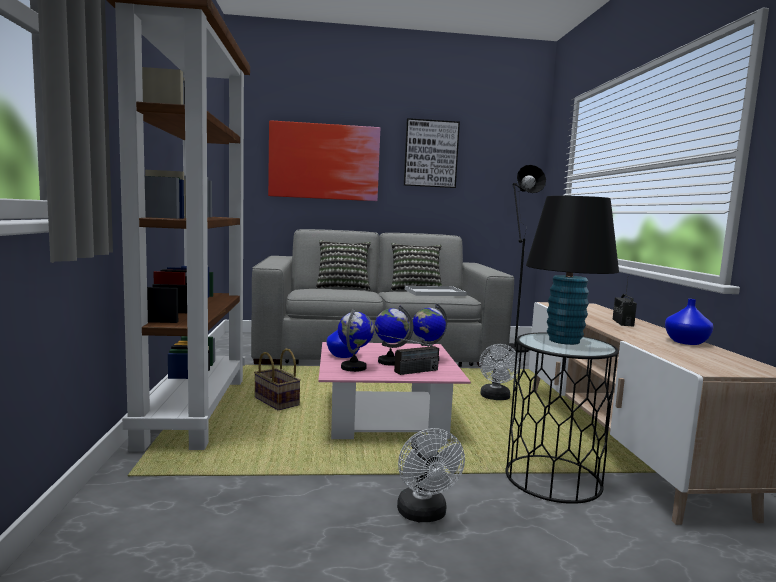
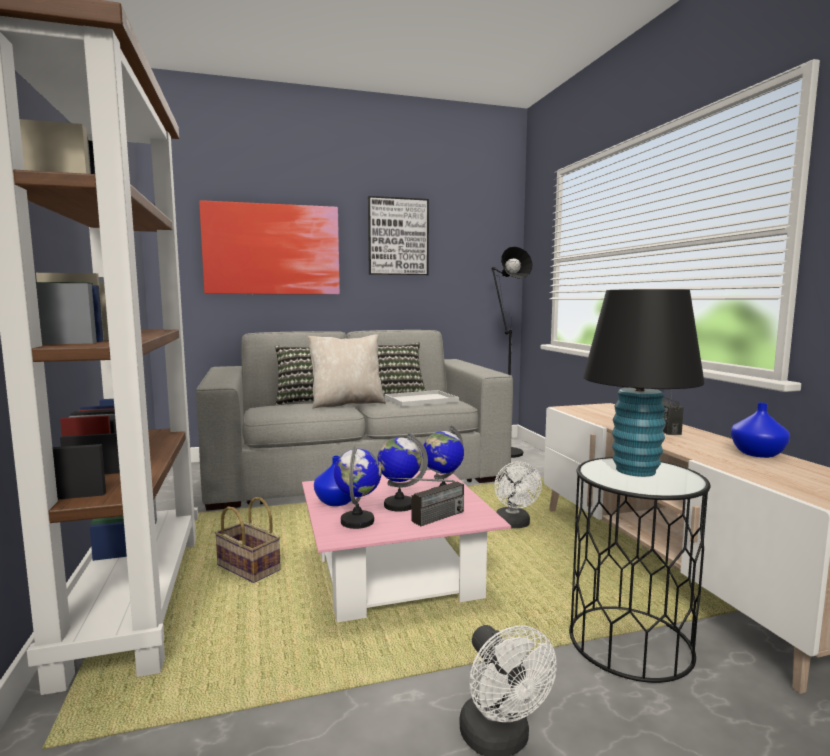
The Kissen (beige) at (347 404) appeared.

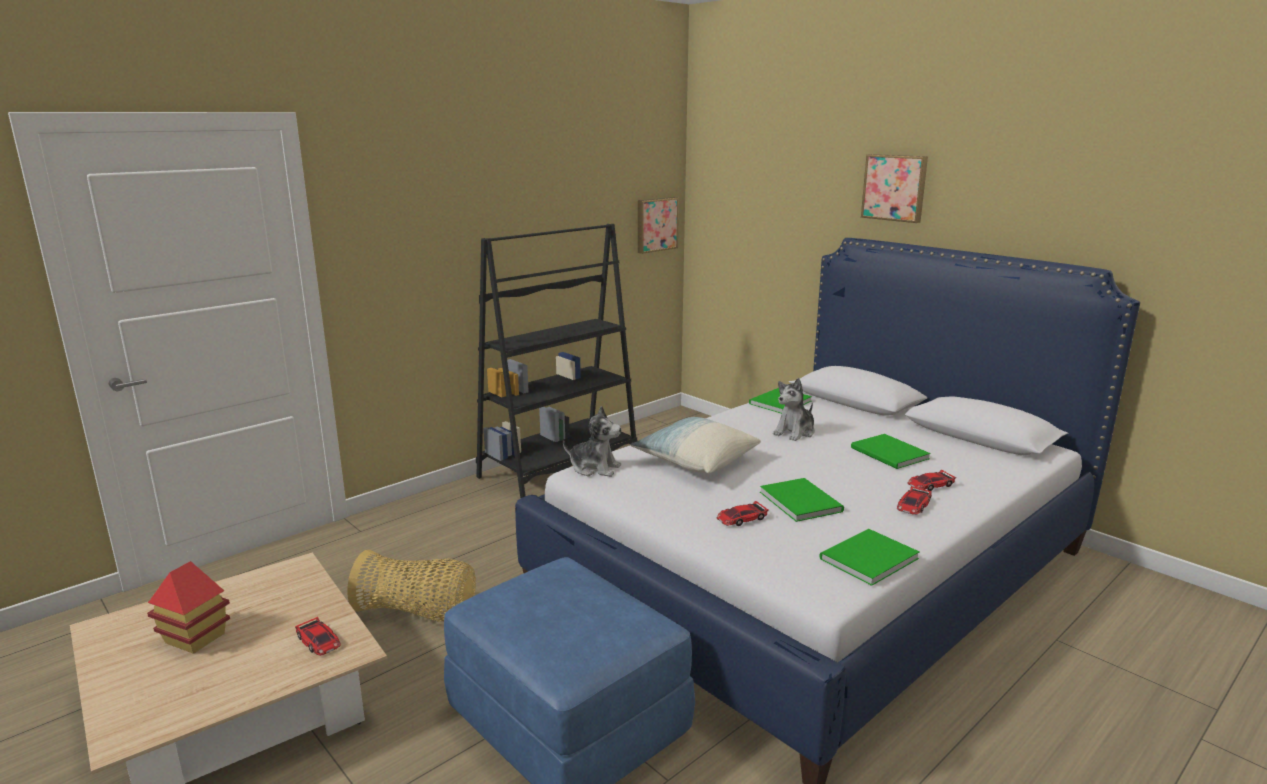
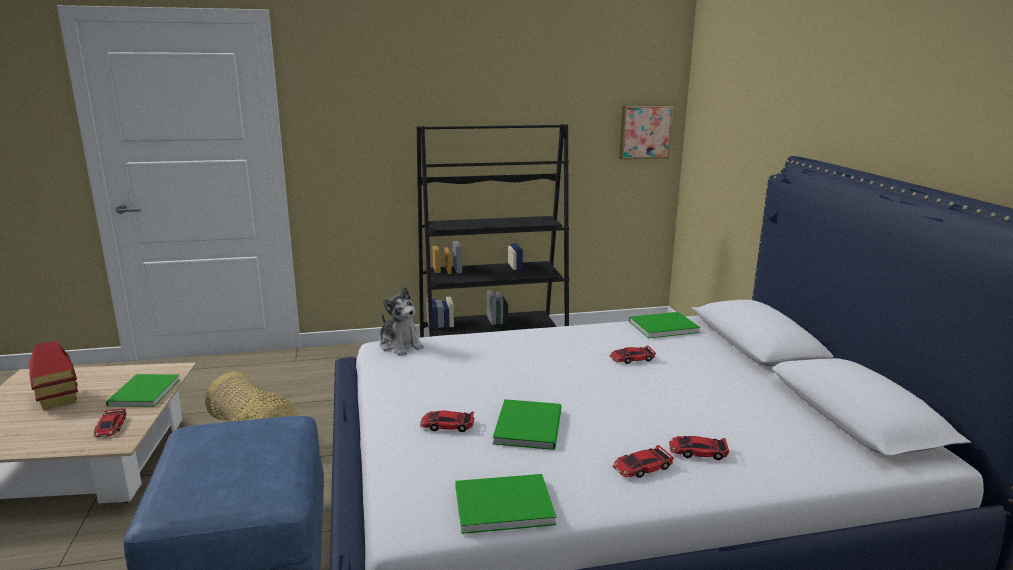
The Kissen at (695 461) disappeared. The Bild at (895 187) disappeared. The Buch (grün) moved from (890 454) to (142 393). The Plüschtier at (795 432) was replaced by the Spielzeugauto at (632 358).

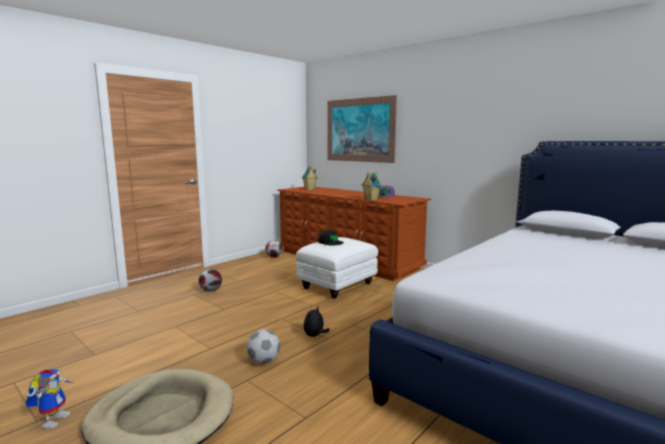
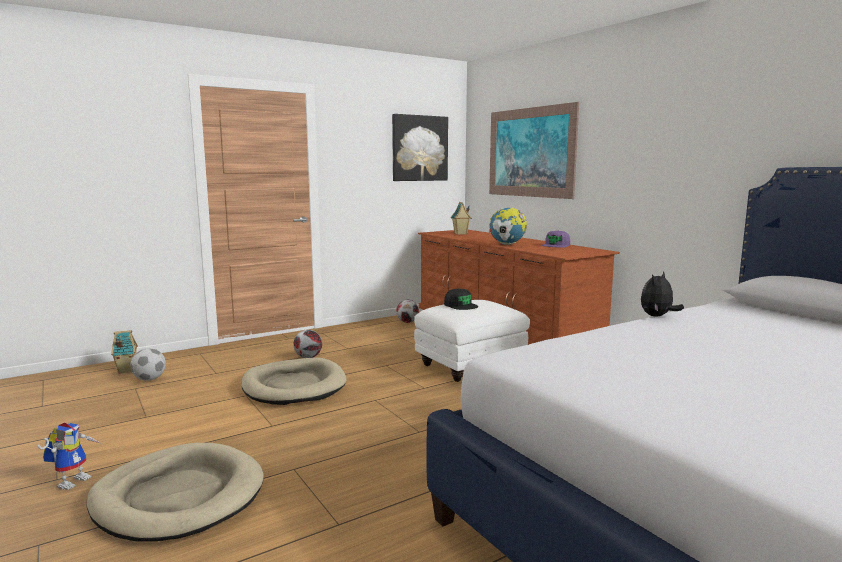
The Hundebett (beige) at (294 386) appeared. The Bild at (419 148) appeared. The Globus at (507 244) appeared. The Fußball moved from (263 361) to (149 379). The Plüschtier moved from (315 336) to (657 316). The Spielzeughaus moved from (371 199) to (126 370).

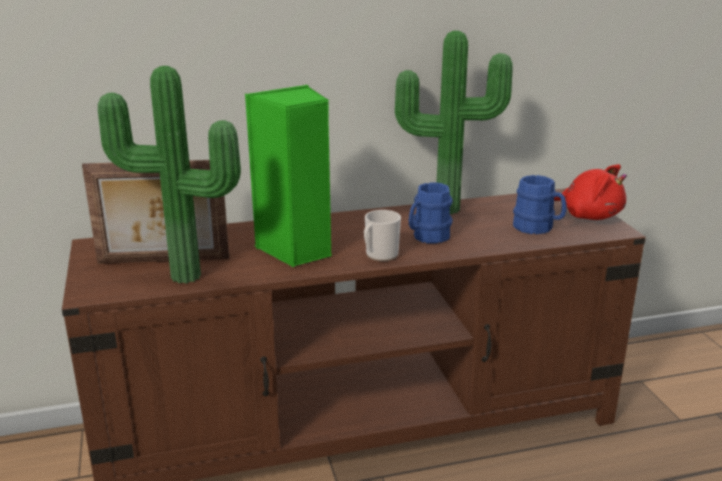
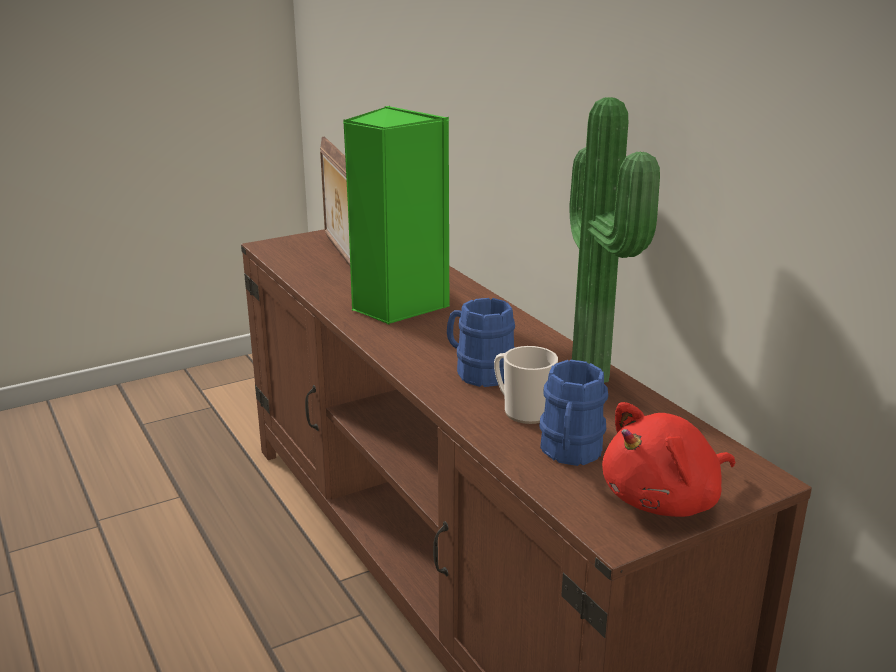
The Topfpflanze at (184 279) disappeared. The Henkelbecher moved from (379 255) to (522 410). The Plüschtier (rot) at (587 215) turned 45 degrees clockwise.

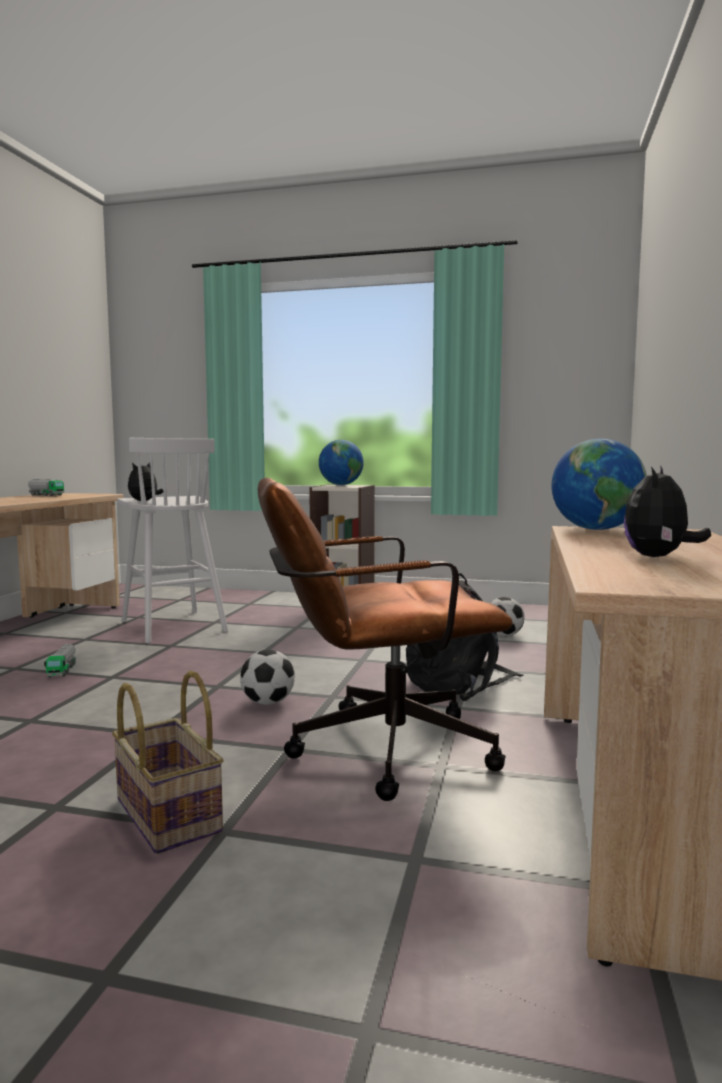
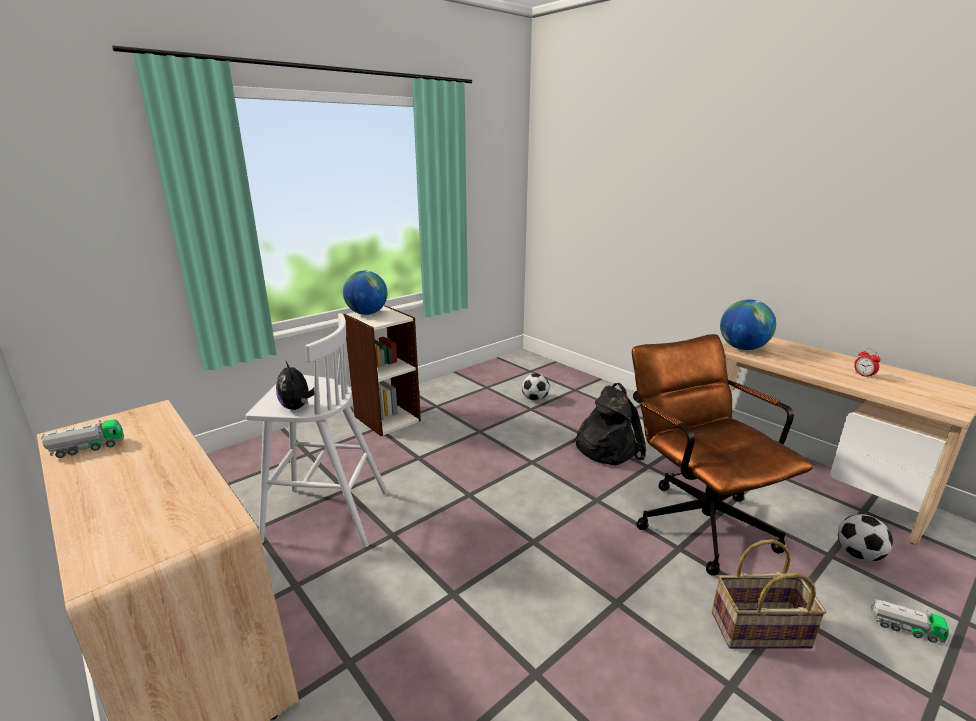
The Spielzeuglaster moved from (62 670) to (905 628). The Fußball moved from (268 703) to (858 555). The Plüschtier at (658 557) was replaced by the Wecker at (863 375). The Bürostuhl (braun) at (374 750) turned 135 degrees clockwise.

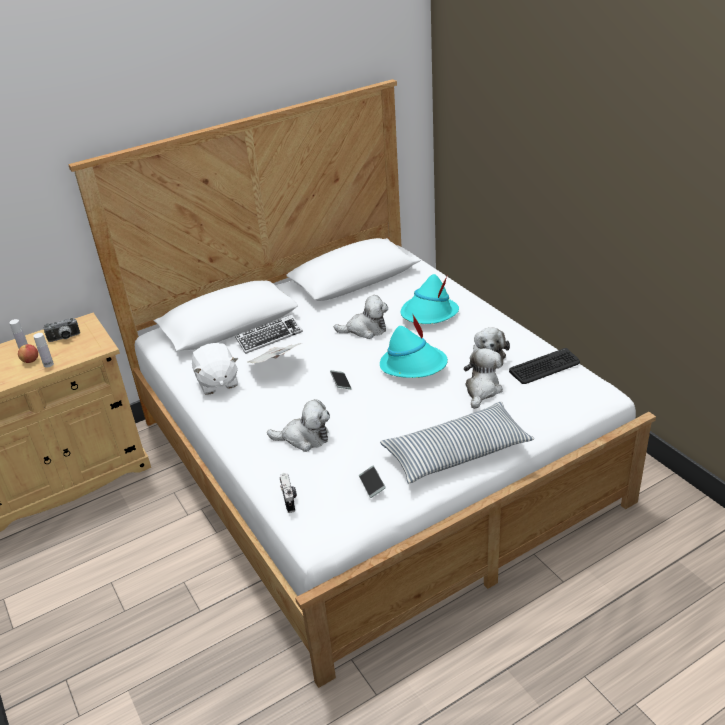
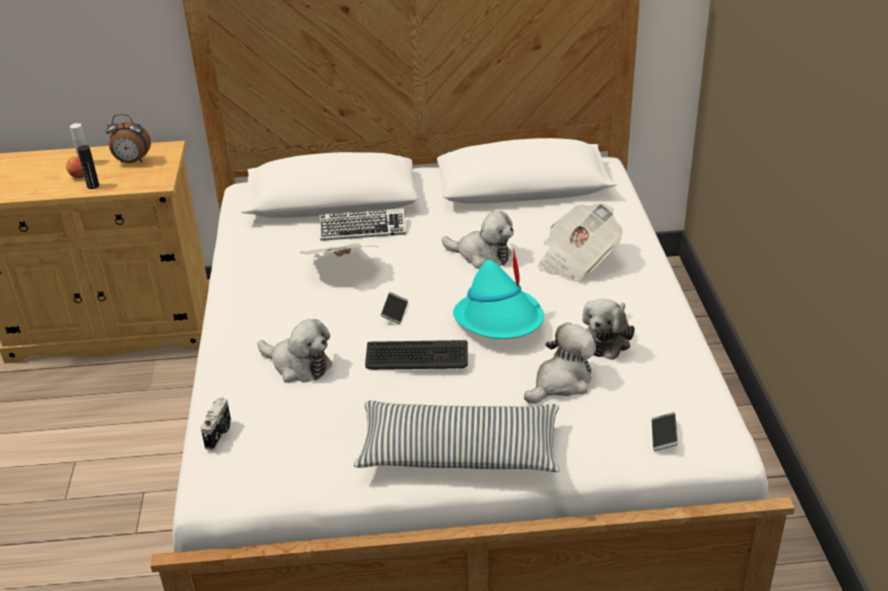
The Plüschtier (weiß) at (217 382) disappeared. The Handy moved from (372 484) to (663 435). The Tastatur moved from (545 367) to (417 357). The Kamera at (64 338) was replaced by the Wecker at (132 162). The Hut (türkis) at (429 314) was replaced by the Zeitung at (576 260). The Flasche (weiß) at (48 364) became the Flasche (schwarz) at (93 186).

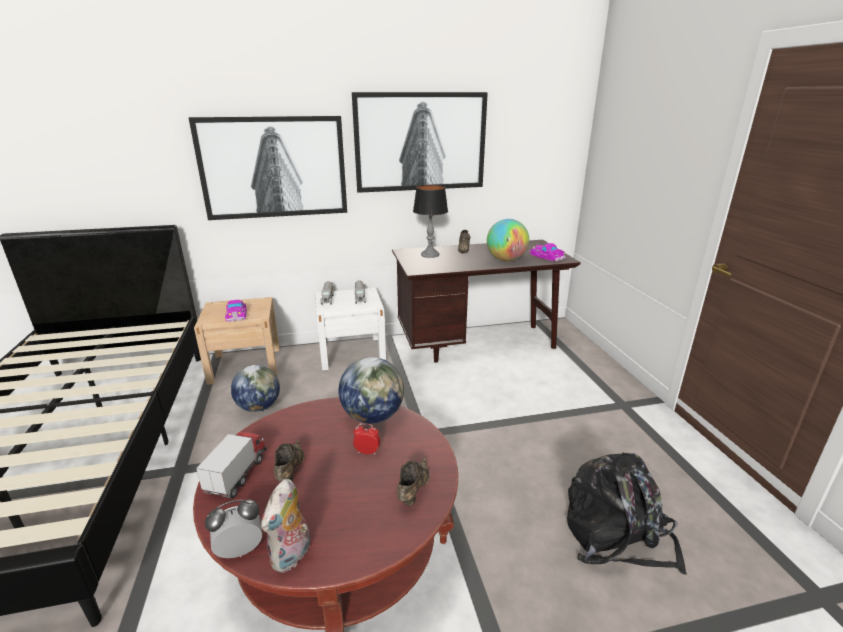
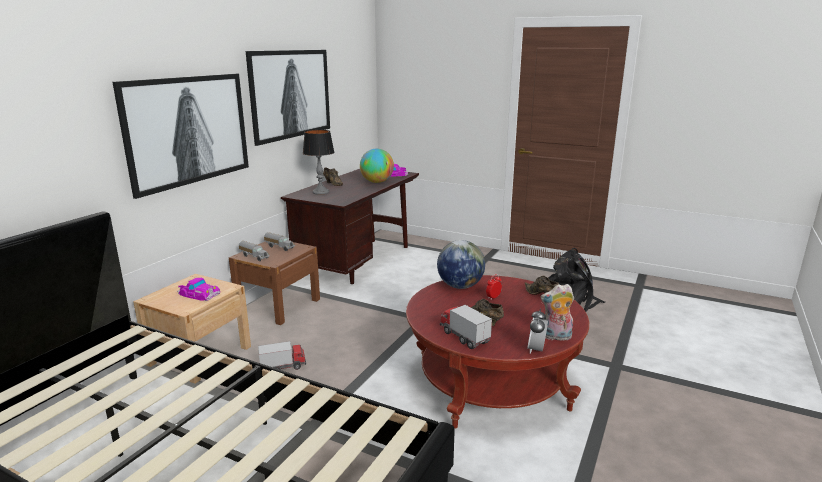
The Globus at (259 407) was replaced by the Spielzeuglaster at (283 367). The Nachttisch (weiß) at (352 352) became the Nachttisch (braun) at (278 305). The Plüschtier at (292 556) turned 120 degrees clockwise.

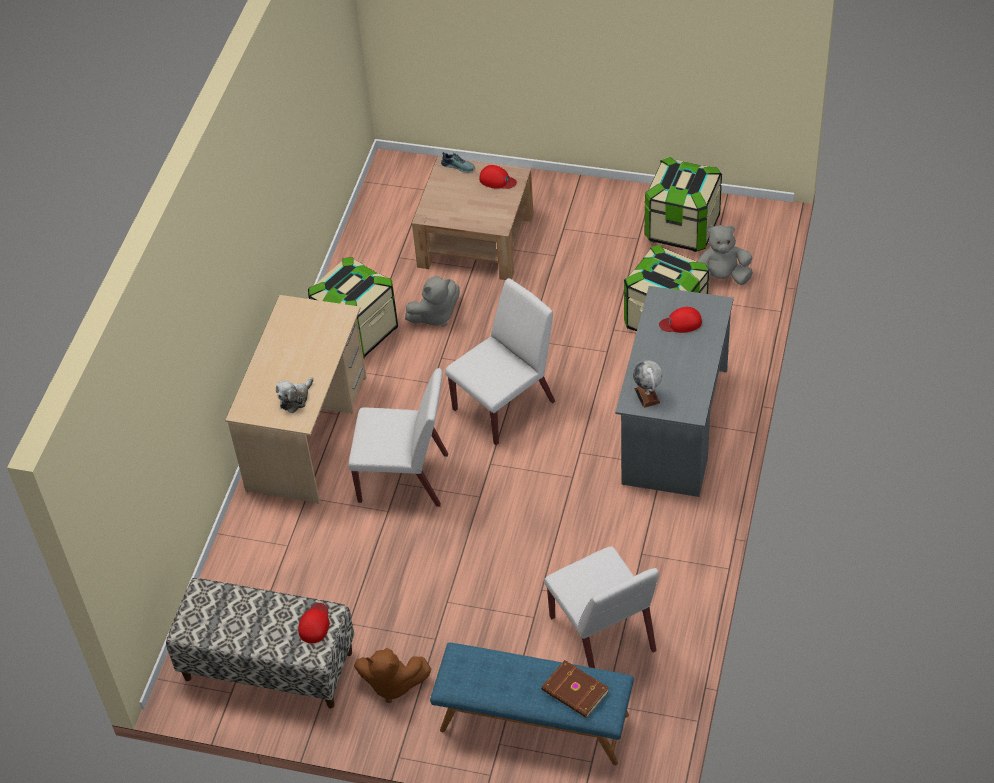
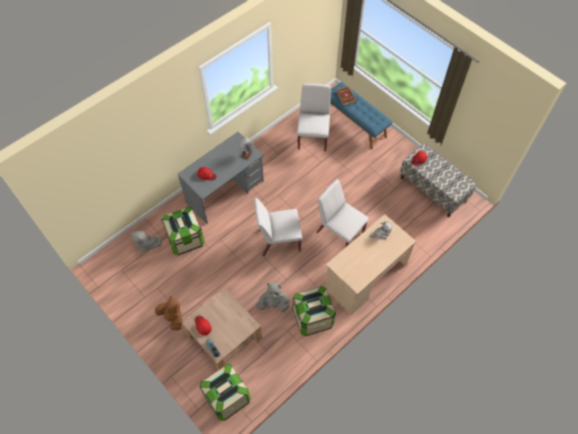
The Plüschtier (braun) moved from (392 684) to (172 318). The Aufbewahrungsbox moved from (682 228) to (227 397).

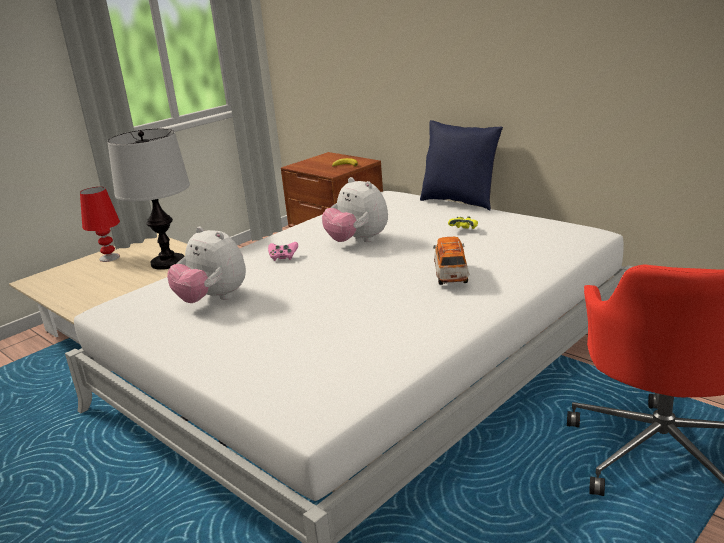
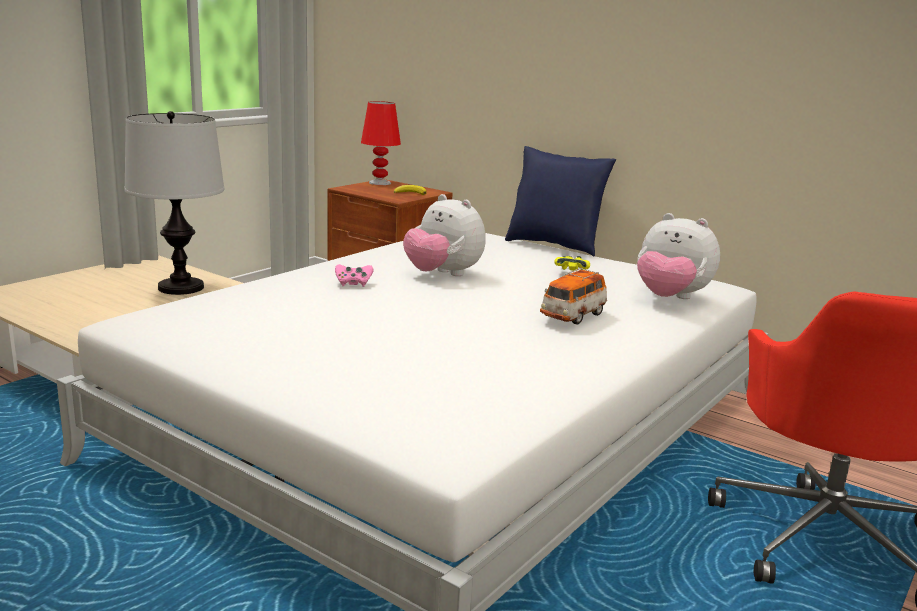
The Tischlampe (rot) moved from (109 257) to (379 183). The Plüschtier moved from (213 299) to (670 298). The Spielzeugauto at (451 275) turned 135 degrees counterclockwise.

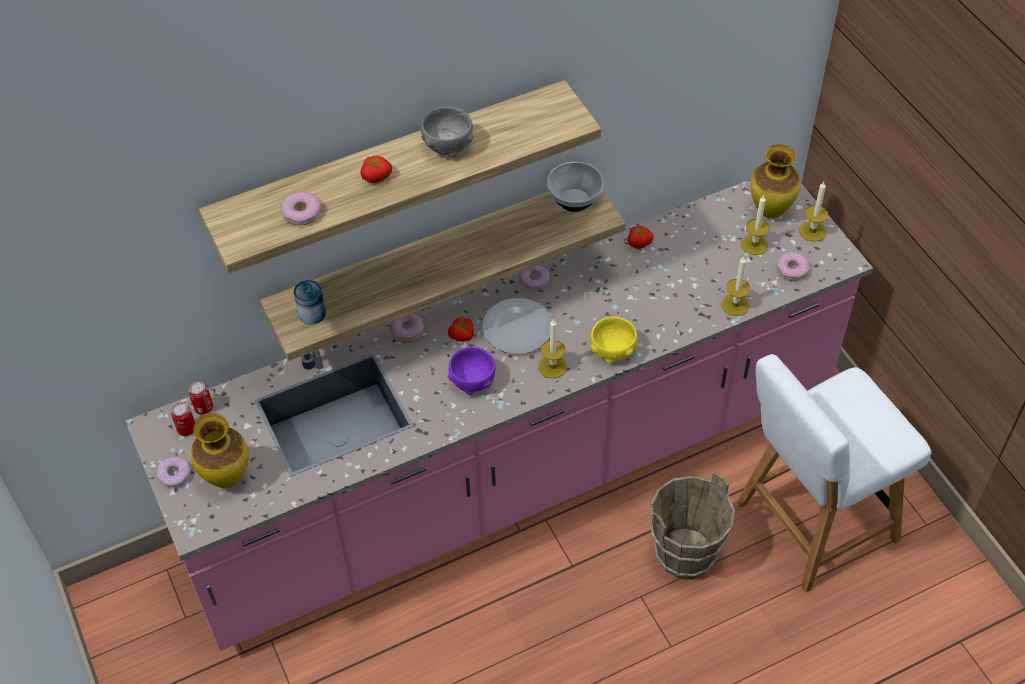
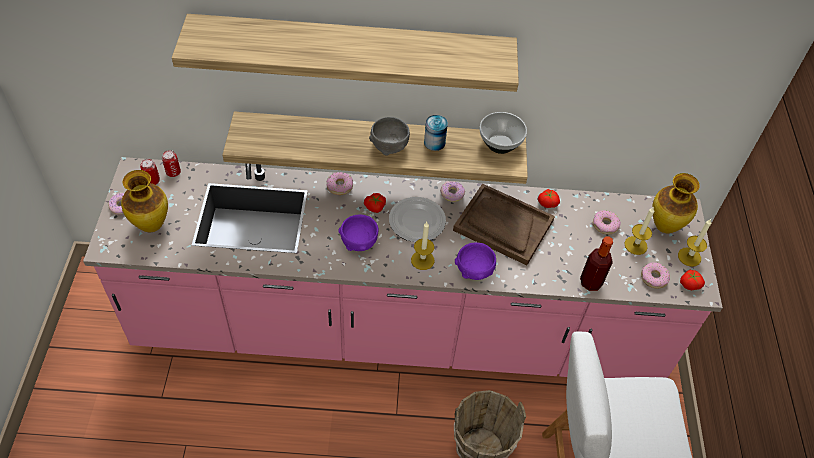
The Tablett (braun) at (503 225) appeared. The Donut moved from (302 213) to (605 225). The Dose moved from (312 313) to (434 142). The Tomate moved from (376 175) to (689 283). The Schüssel (grau) moved from (447 146) to (389 146). The Kerze at (735 305) was replaced by the Flasche at (590 282). The Schüssel (gelb) at (613 350) became the Schüssel (lila) at (474 270).

